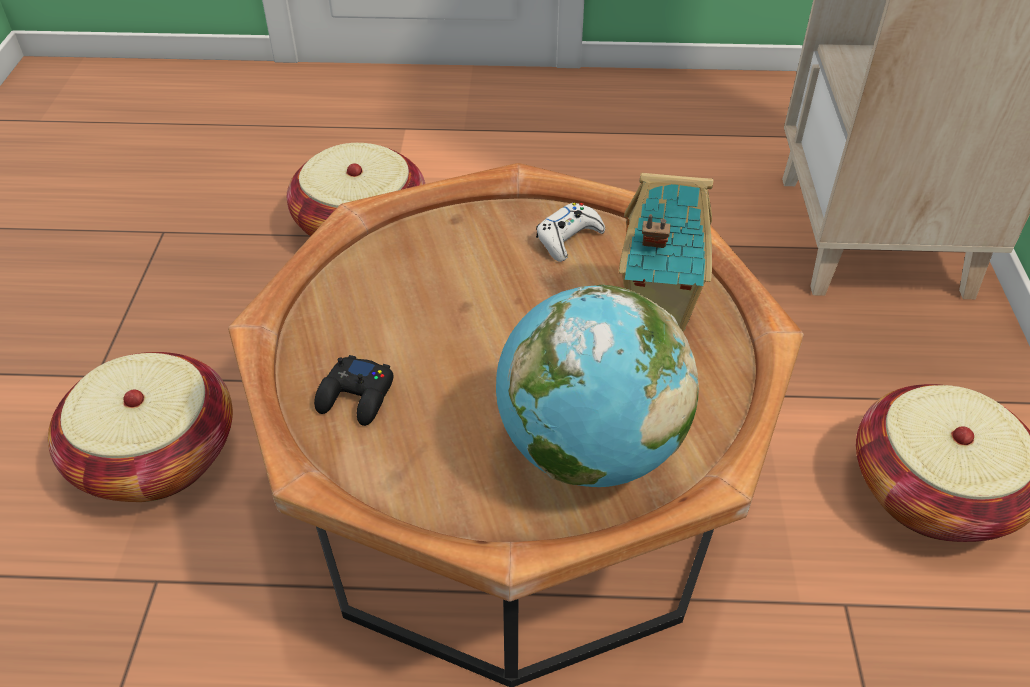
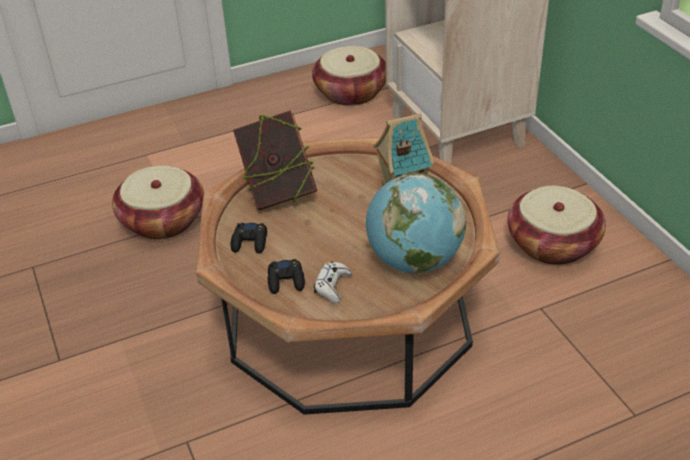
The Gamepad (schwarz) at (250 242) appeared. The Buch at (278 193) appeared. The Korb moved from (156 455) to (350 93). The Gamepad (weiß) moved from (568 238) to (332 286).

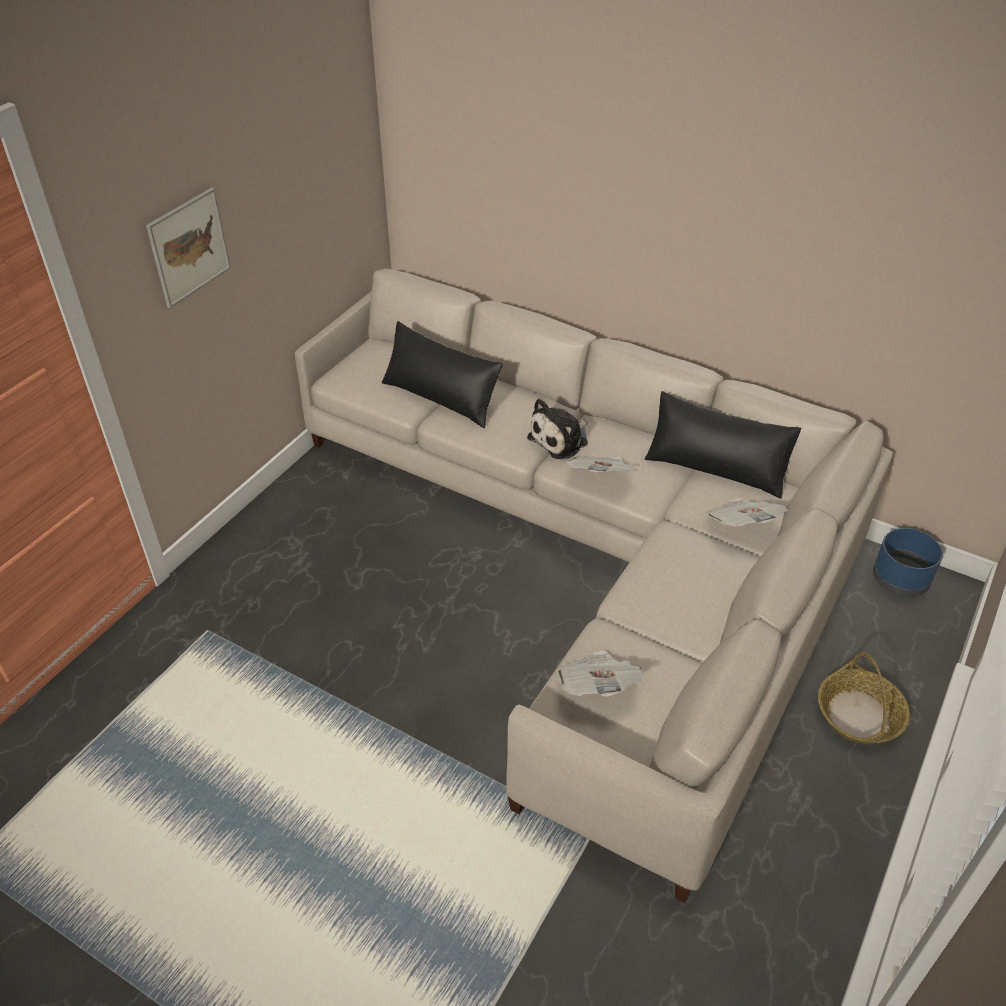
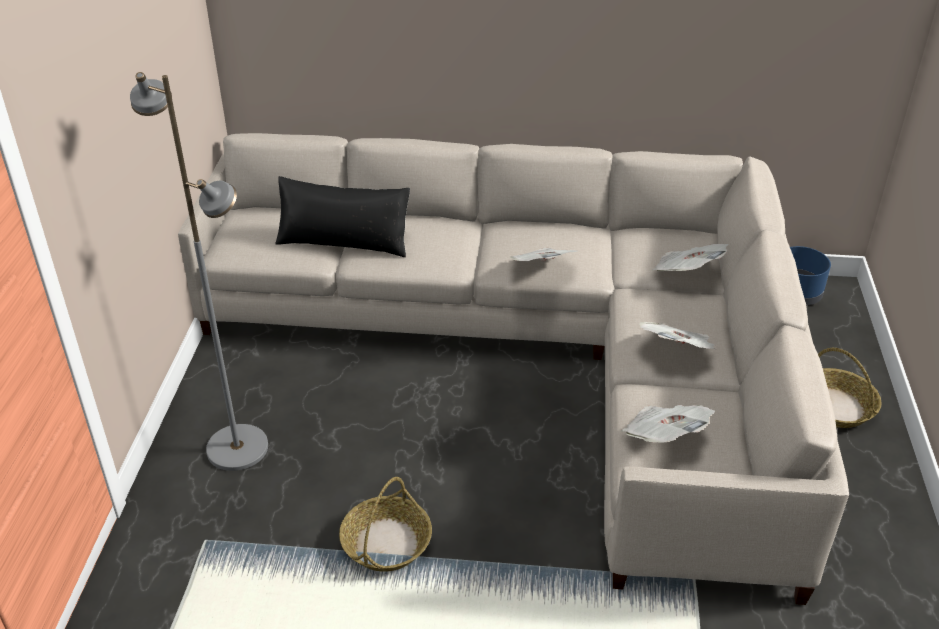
The Bild at (189 247) disappeared. The Plüschtier at (561 440) disappeared. The Kissen (schwarz) at (716 468) disappeared. The Stehlampe (grau) at (238 447) appeared. The Korb at (386 542) appeared. The Zeitung at (678 351) appeared.

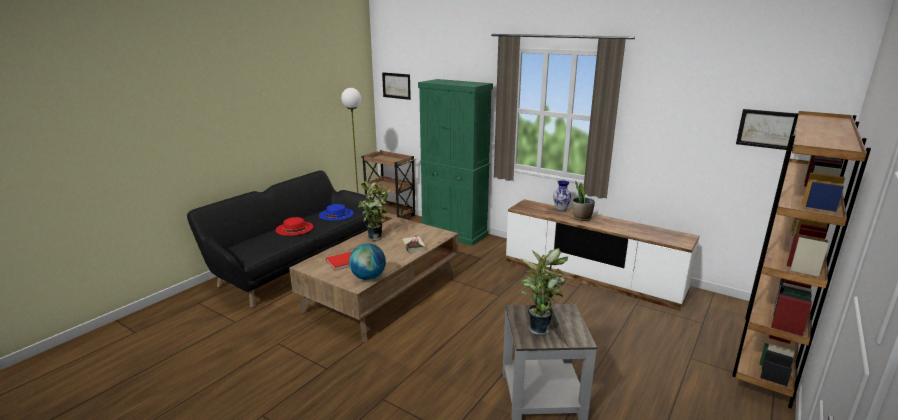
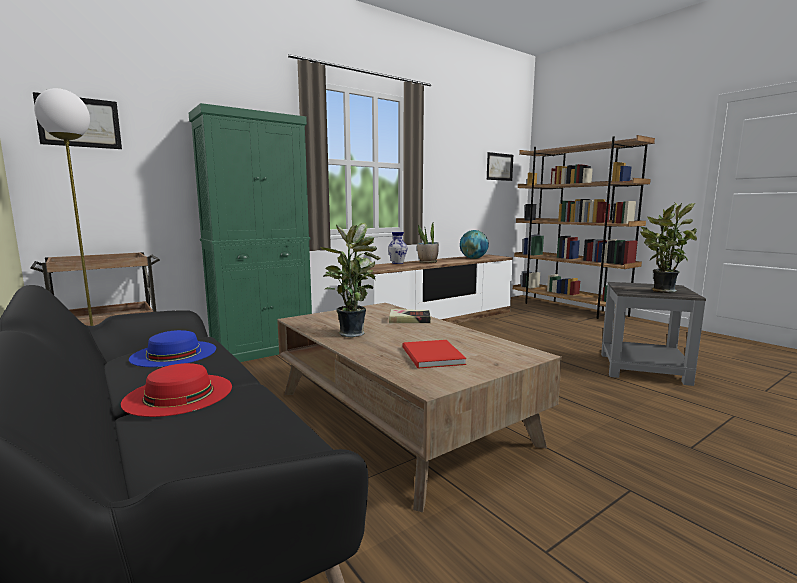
The Globus moved from (368 277) to (473 258).

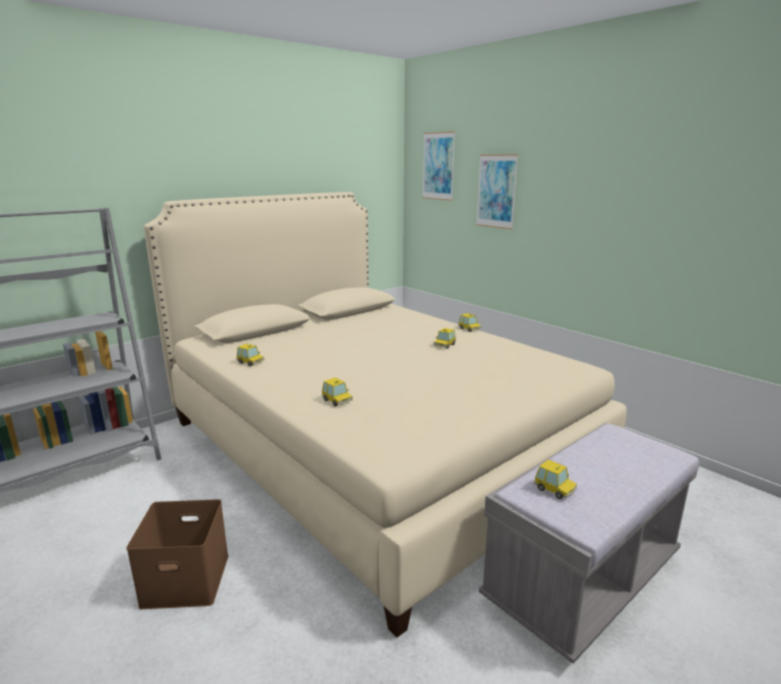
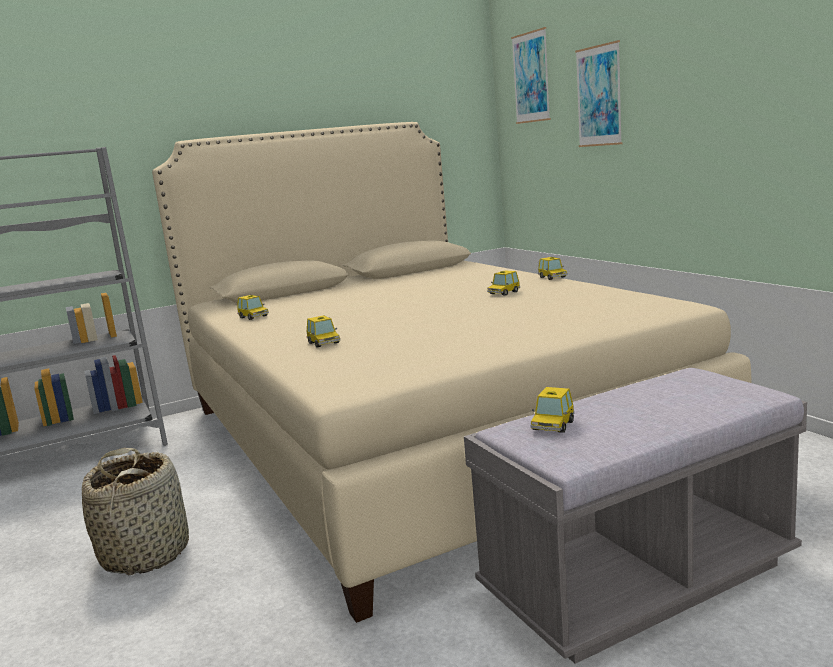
The Aufbewahrungsbox (braun) at (188 578) was replaced by the Korb at (146 553). The Spielzeugauto at (555 489) turned 60 degrees clockwise.

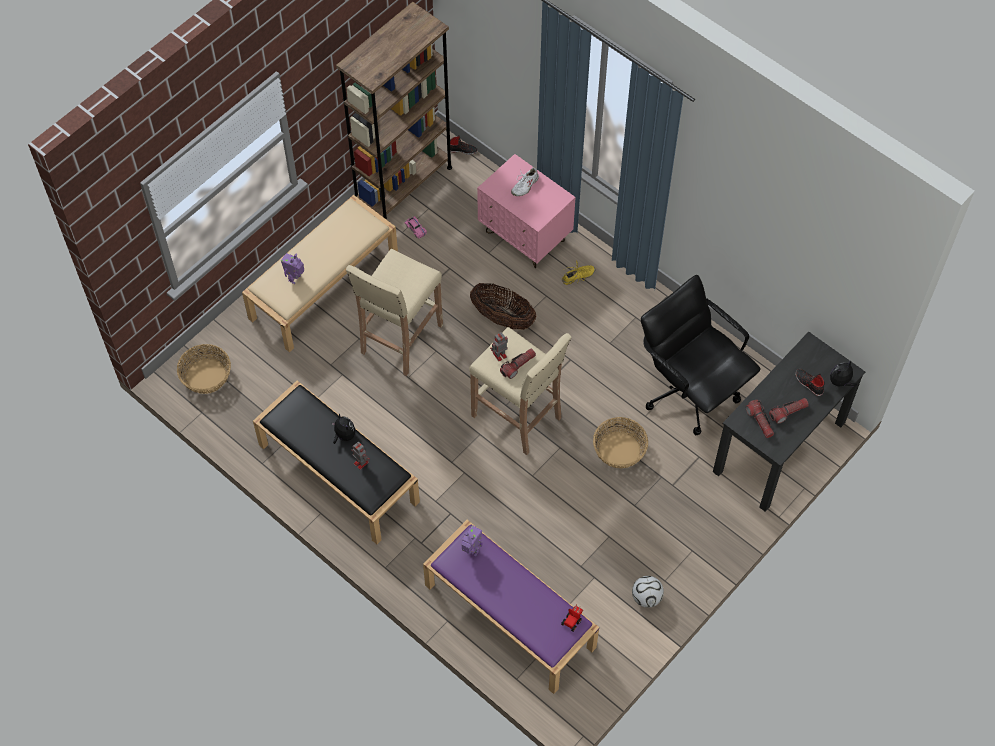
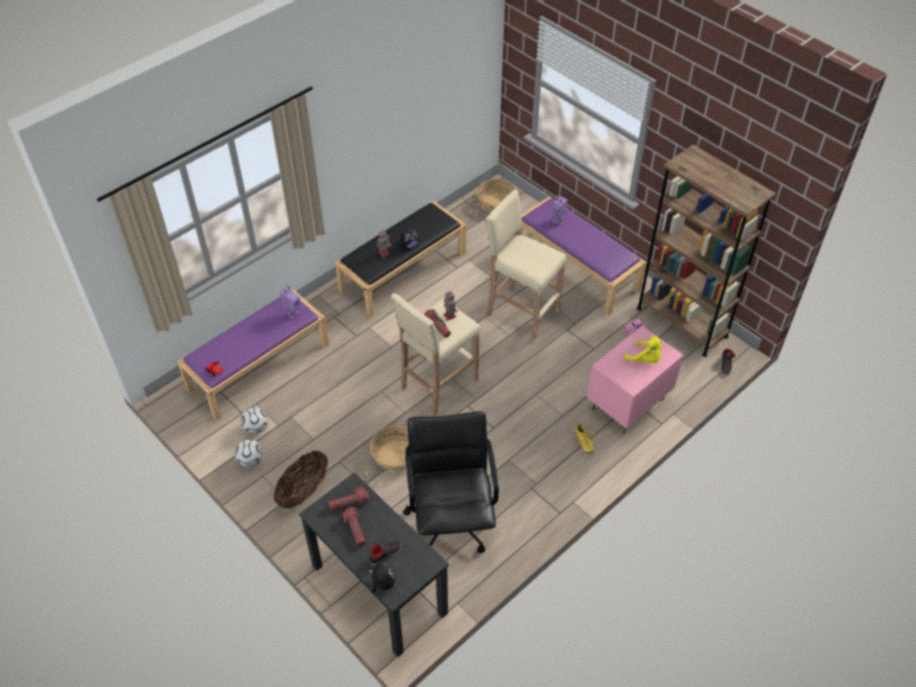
The Fußball at (256 428) appeared. The Korb moved from (502 318) to (303 491). The Schuh (weiß) at (524 185) was replaced by the Plüschtier (gelb) at (645 359). The Bank (beige) at (324 285) became the Bank (lila) at (577 268). The Bürostuhl (schwarz) at (690 390) turned 60 degrees counterclockwise.

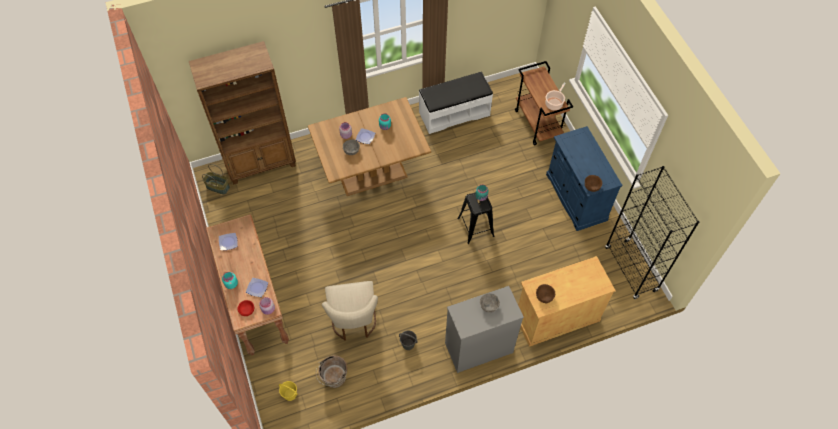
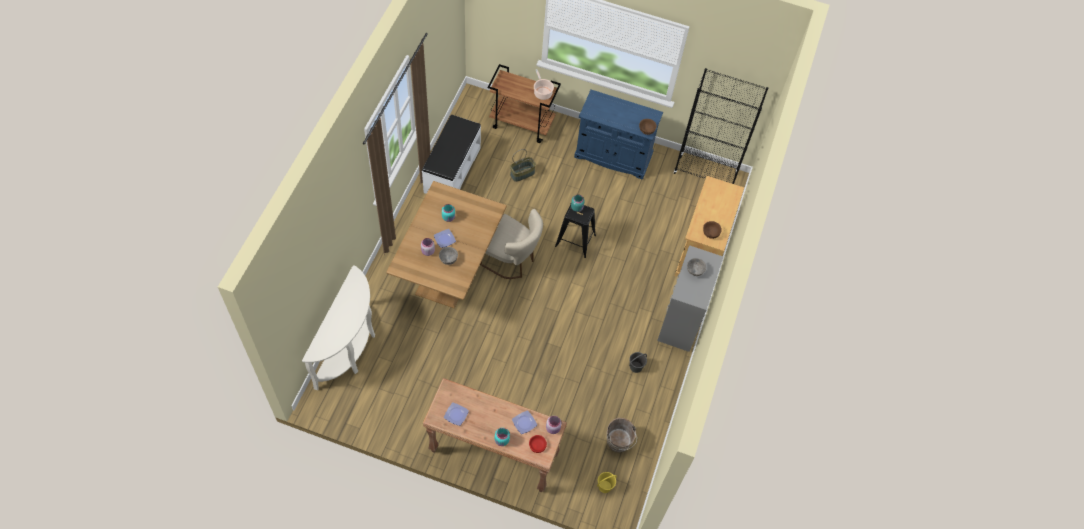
The Korb moved from (218 187) to (522 173). The Stuhl (beige) moved from (354 321) to (511 260). The Bücherregal (braun) at (261 163) was replaced by the Konsolentisch (weiß) at (350 349).

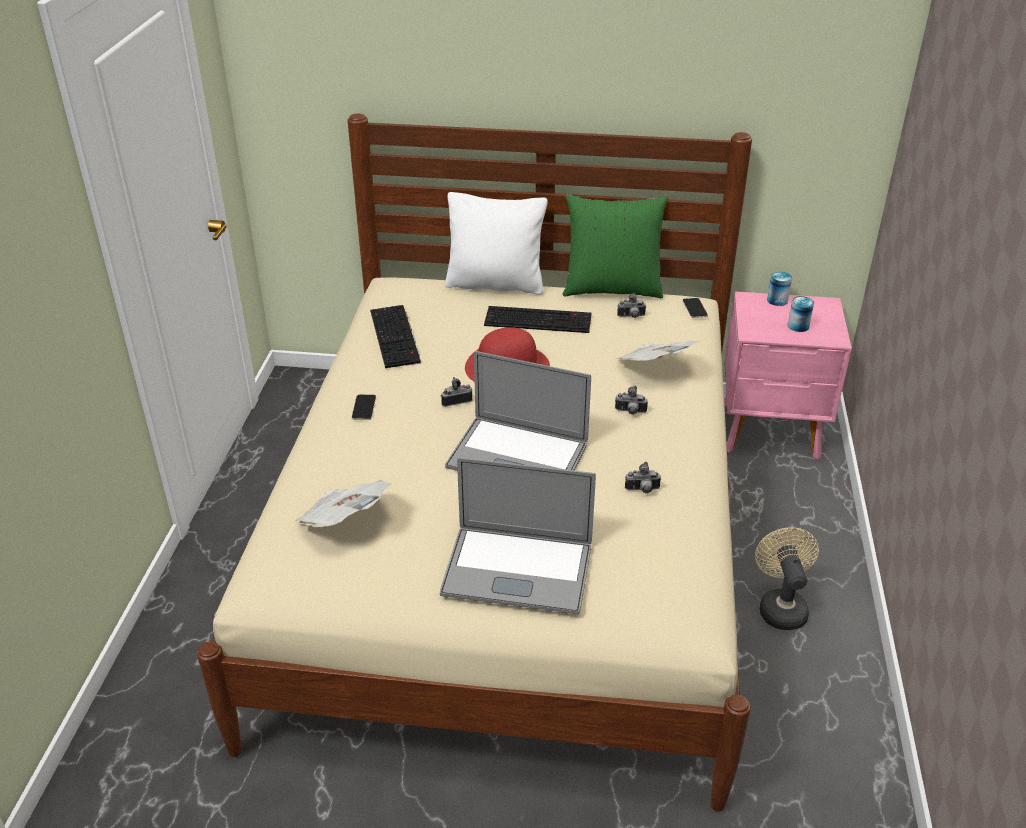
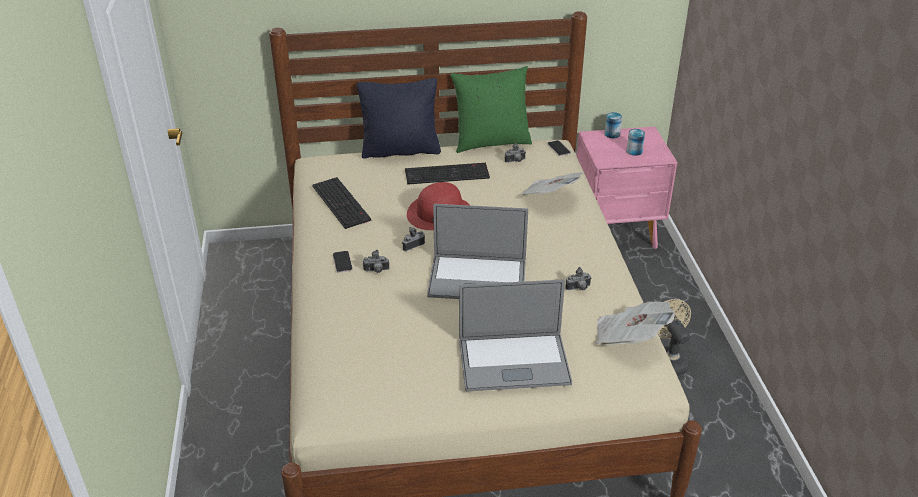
The Zeitung moved from (345 522) to (629 338). The Kamera moved from (630 412) to (376 271). The Kissen (weiß) at (495 284) became the Kissen (schwarz) at (400 151).

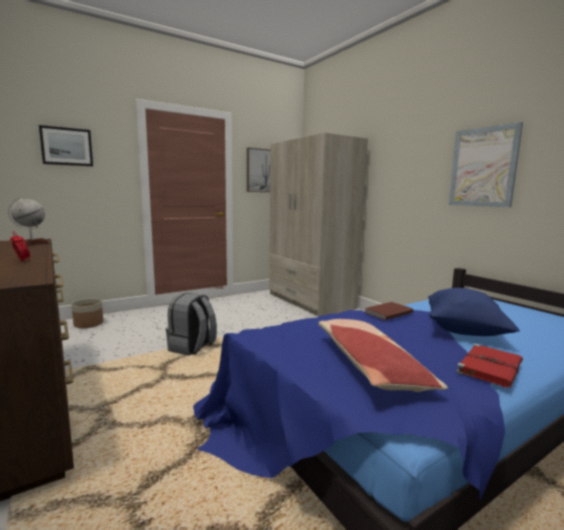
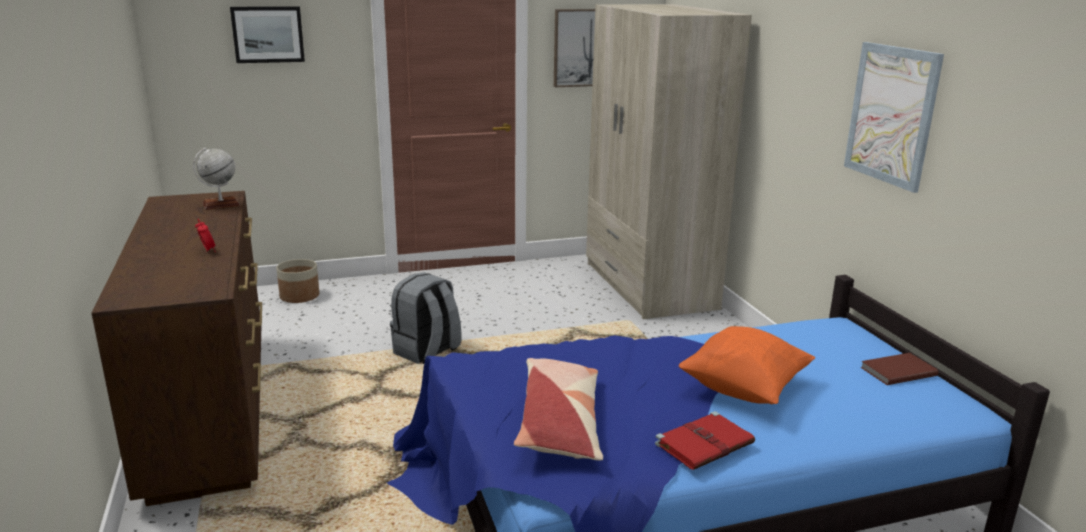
The Buch (braun) moved from (387 312) to (896 371). The Kissen (blau) at (464 331) became the Kissen (orange) at (744 389).

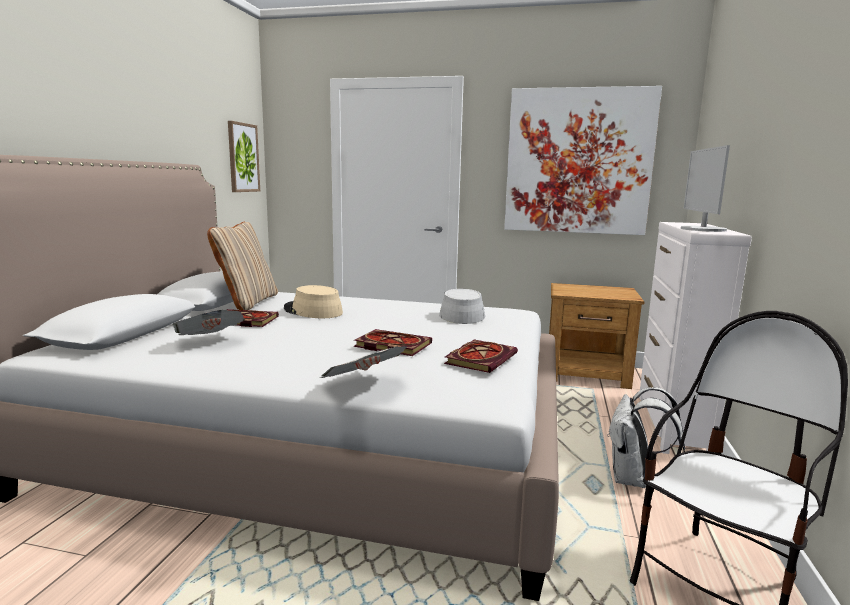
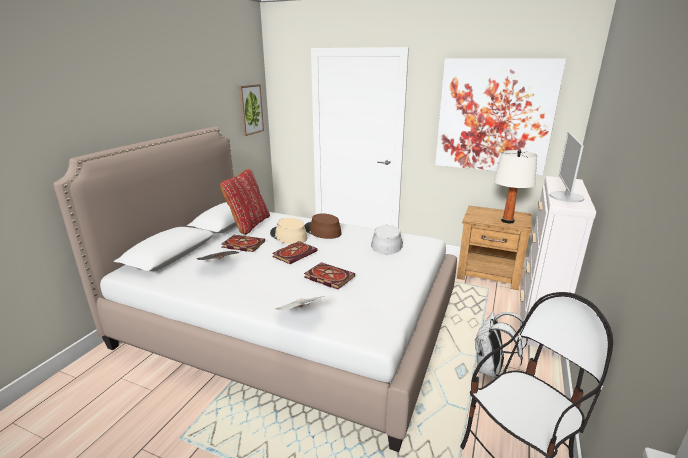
The Hut (braun) at (322 231) appeared. The Tischlampe (weiß) at (507 221) appeared. The Buch moved from (480 358) to (295 253). The Kissen (beige) at (247 302) became the Kissen (rot) at (249 224).

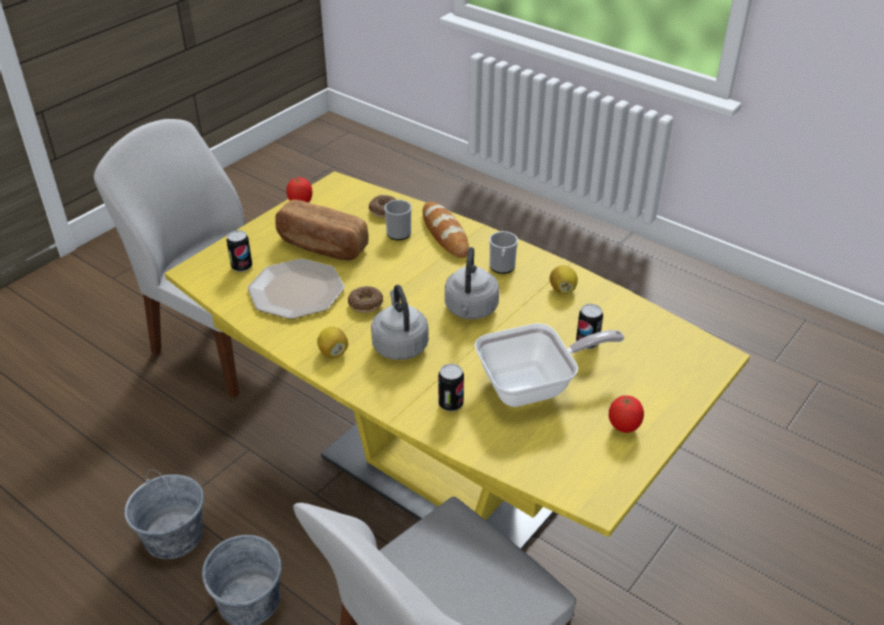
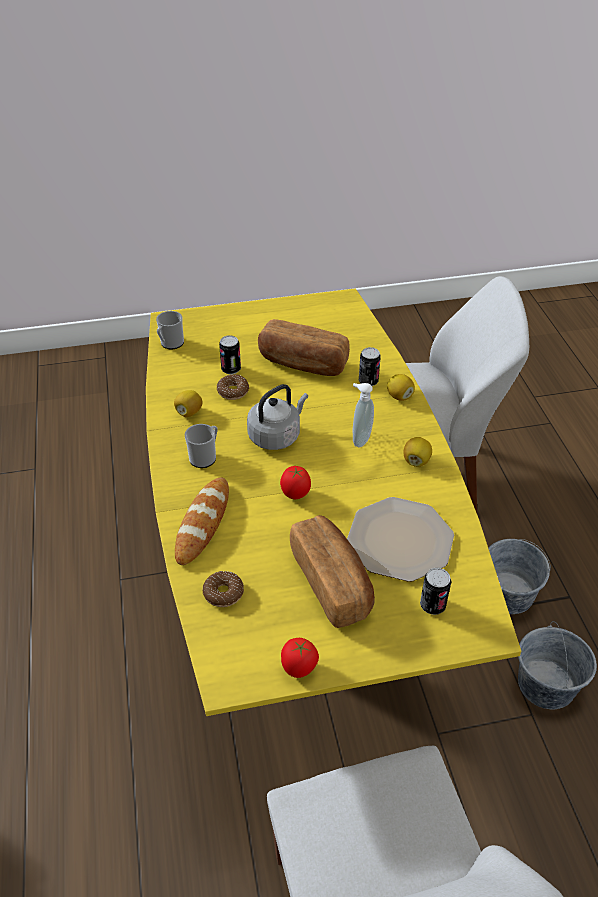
The Zitrone at (399 396) appeared. The Donut moved from (365 304) to (233 391). The Henkelbecher moved from (398 231) to (170 344). The Tomate moved from (623 427) to (295 494). The Wasserkessel (grau) at (399 344) was replaced by the Seifenspender at (360 439). The Pfanne at (534 386) was replaced by the Brot at (302 363).

